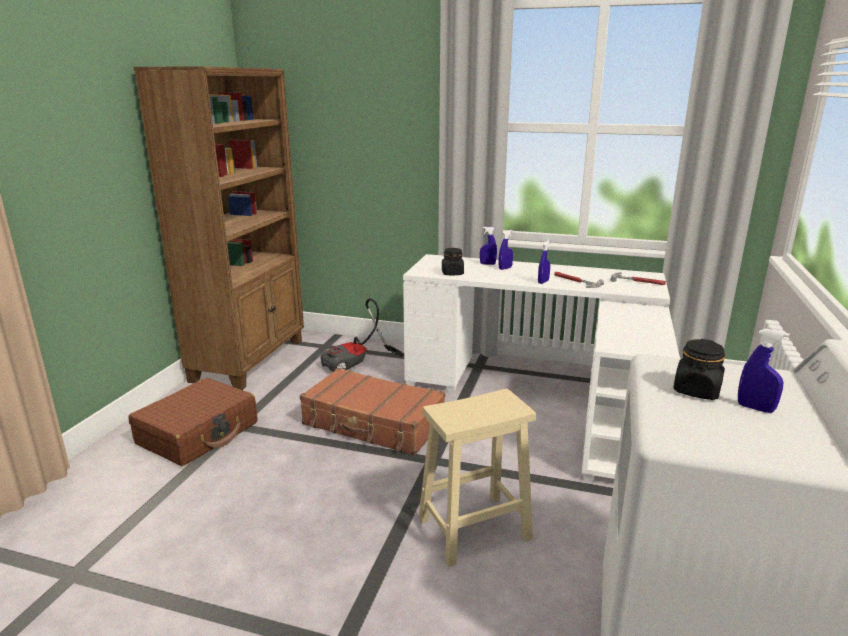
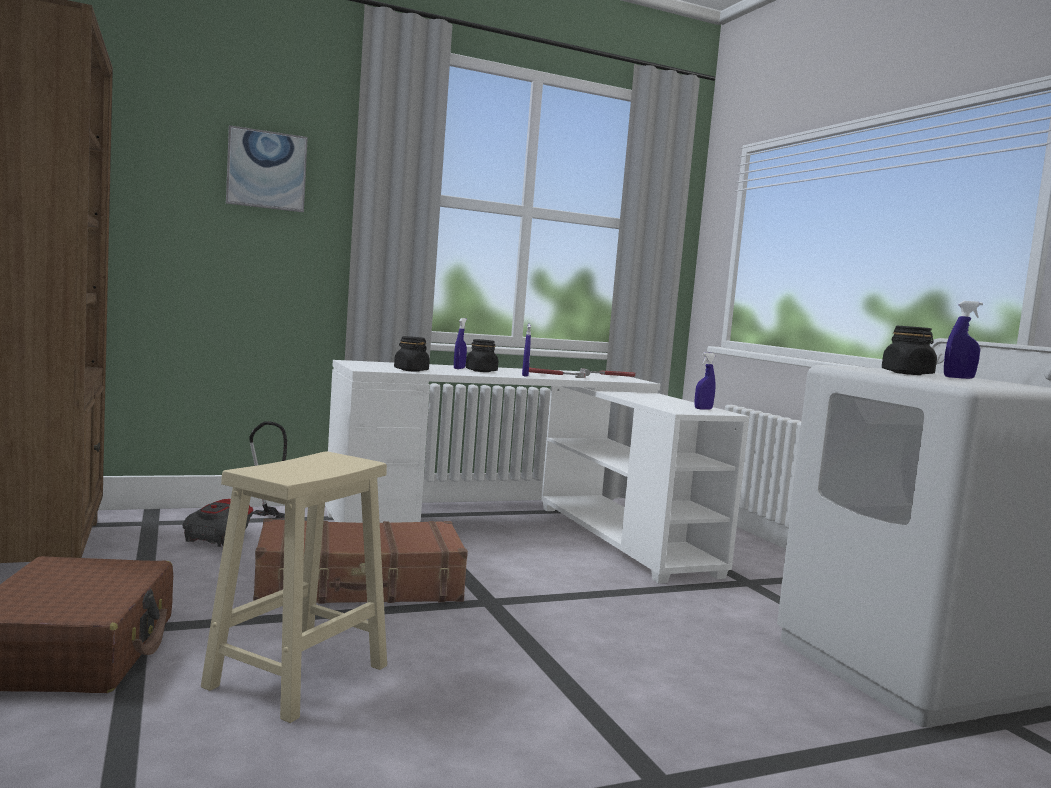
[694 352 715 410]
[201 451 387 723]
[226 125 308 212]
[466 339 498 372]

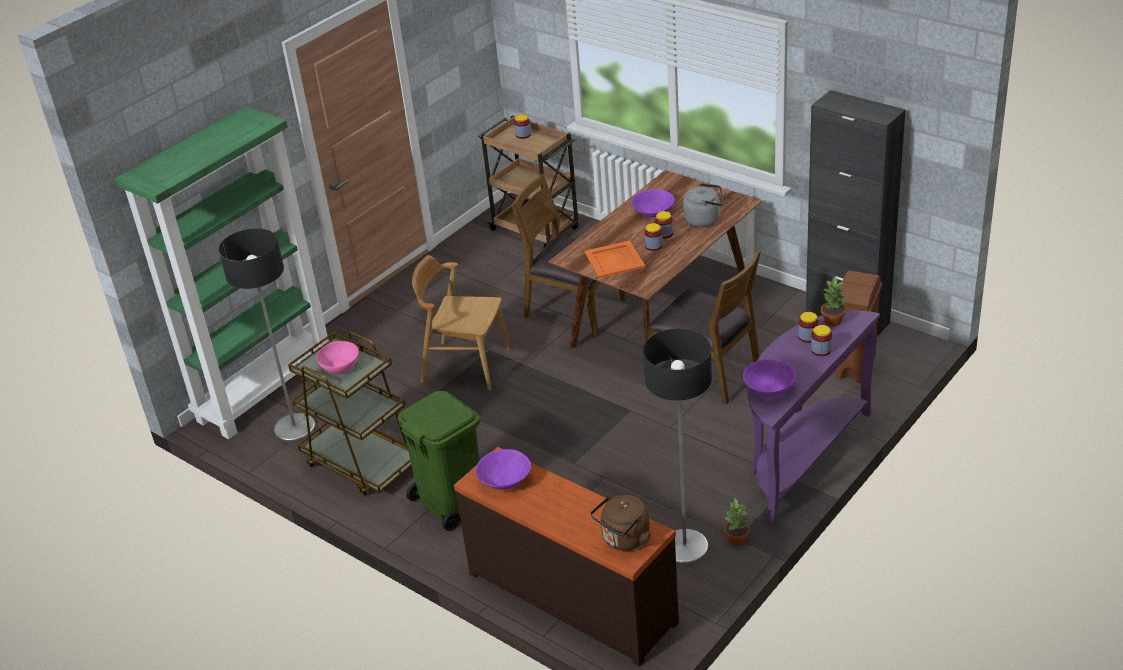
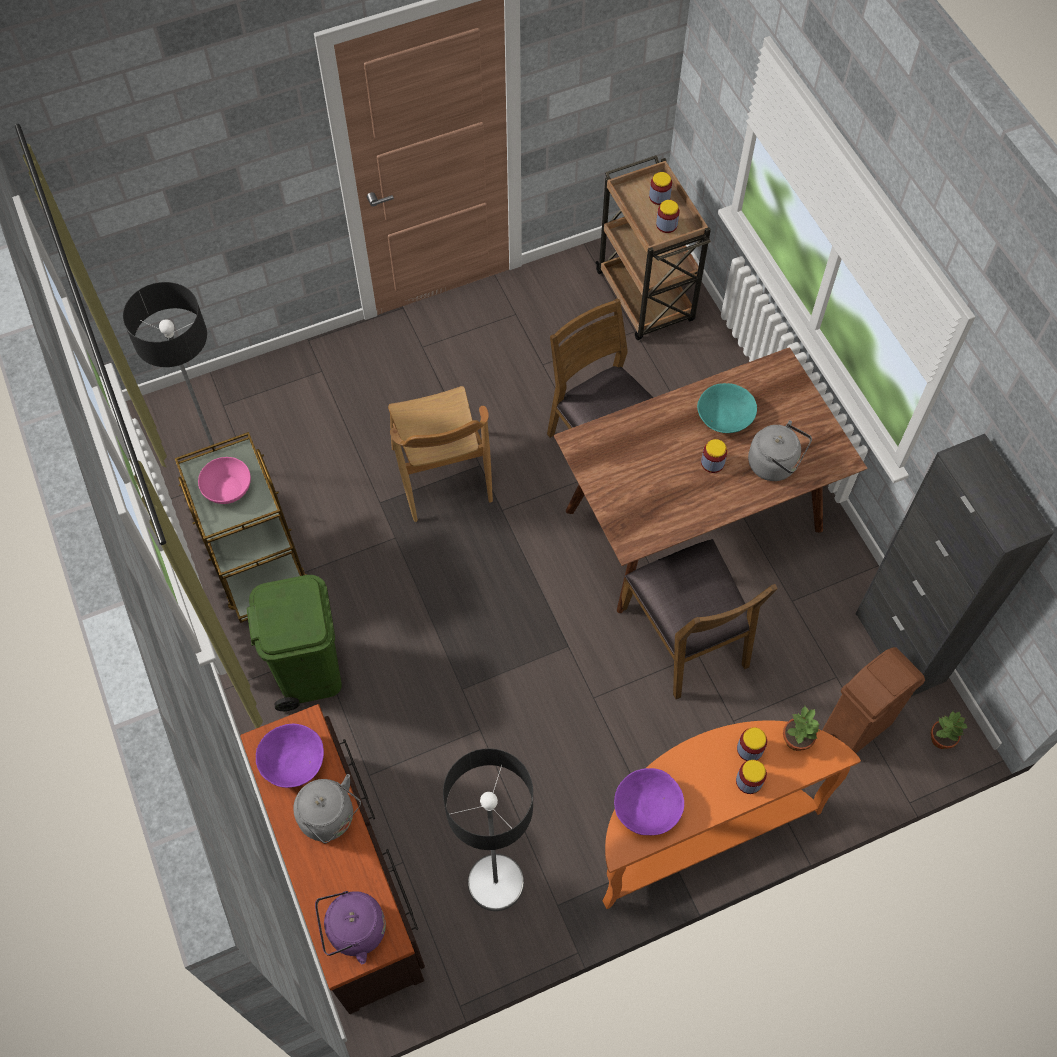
[114 106 329 439] (first image)
[697 383 757 433]
[656 200 680 233]
[585 241 645 278] (first image)
[388 386 493 522]
[602 720 861 909]
[315 891 386 964]
[931 711 968 749]
[293 774 361 843]

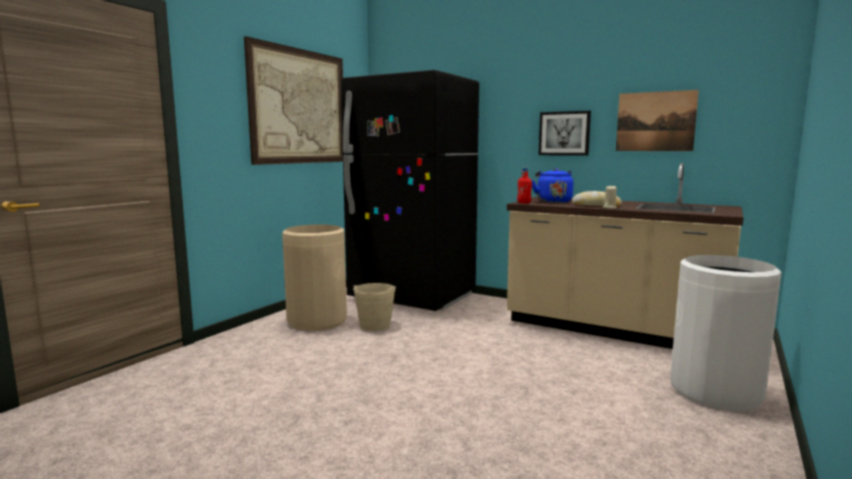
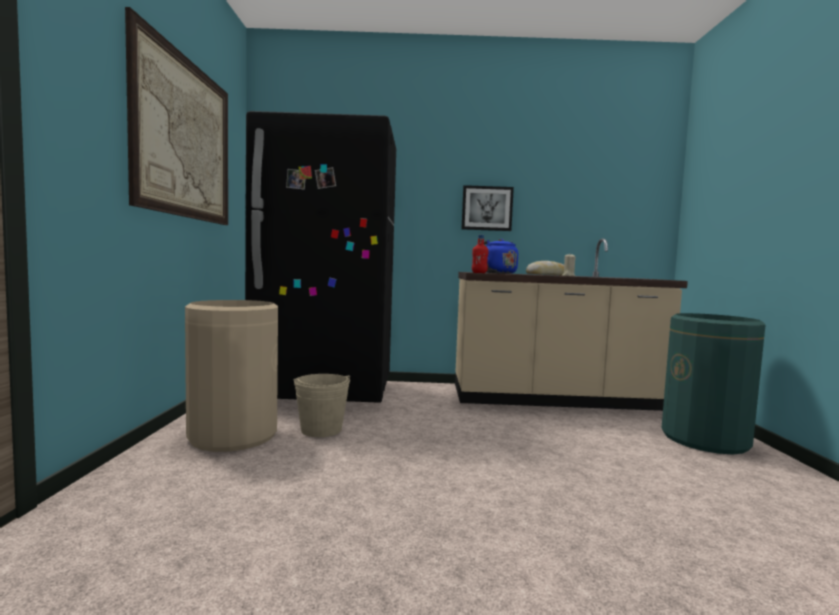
[616 90 699 151] (first image)
[661 313 765 454]

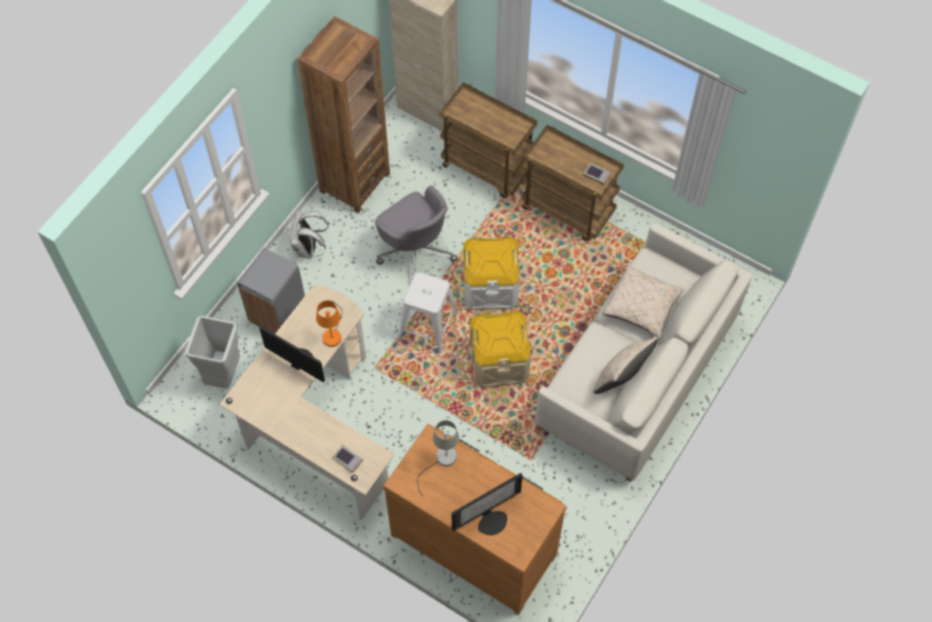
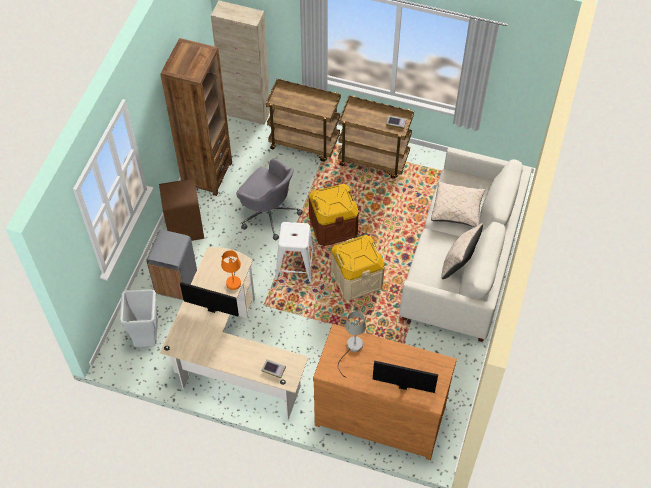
[159 178 204 241]
[309 184 359 246]
[373 361 438 393]

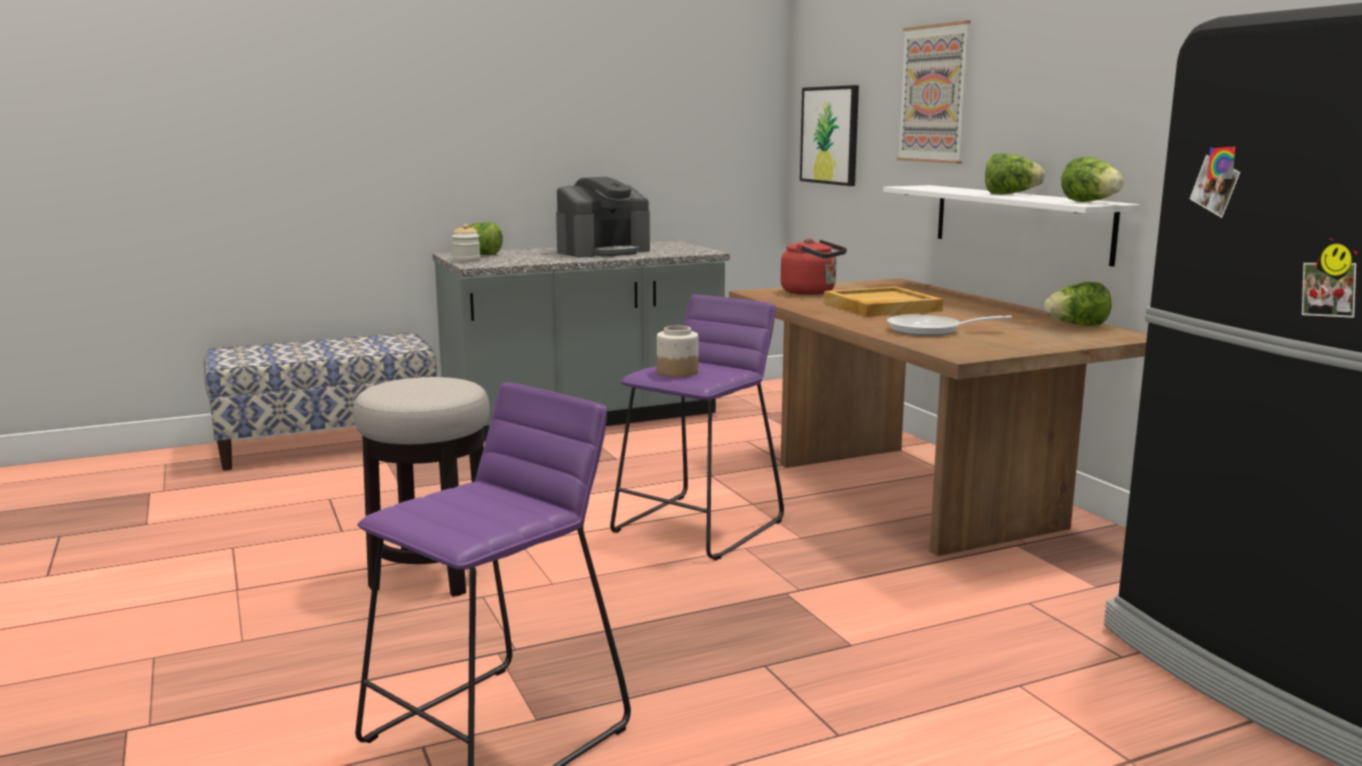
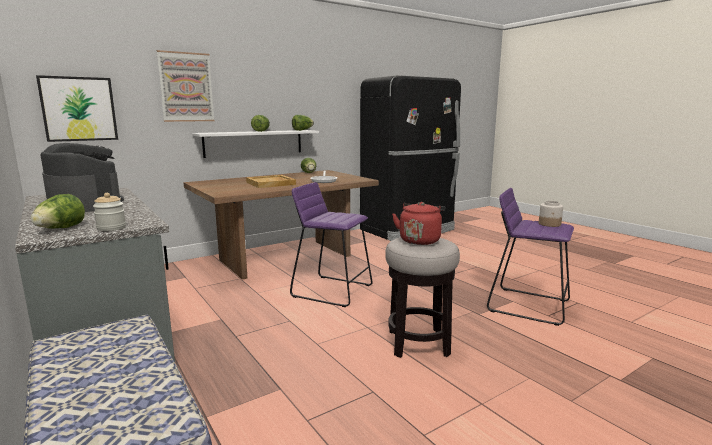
[392 202 445 245]
[539 201 563 227]

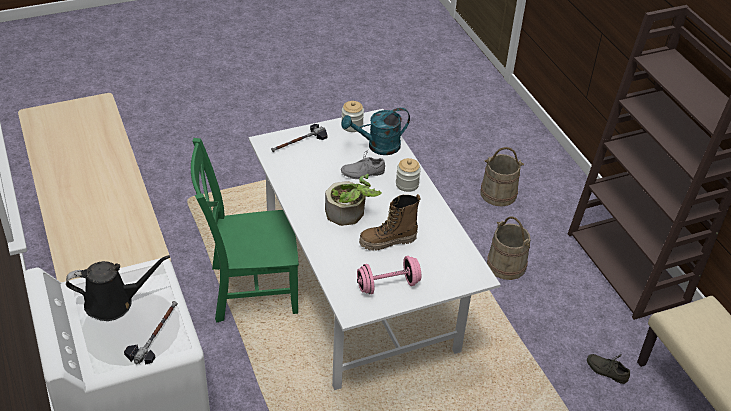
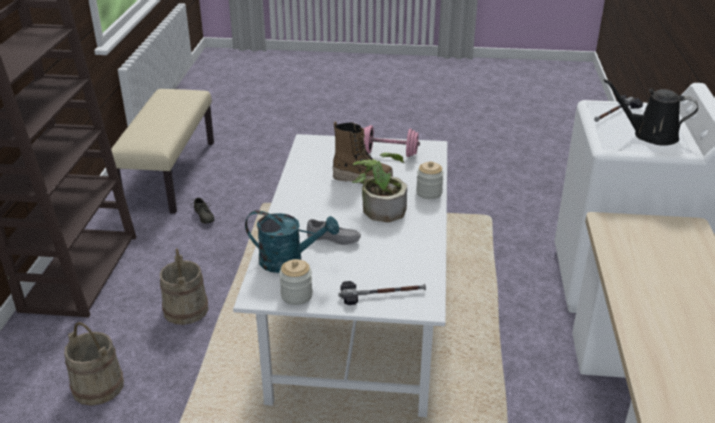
[191 138 299 323] (first image)
[416 161 444 199]

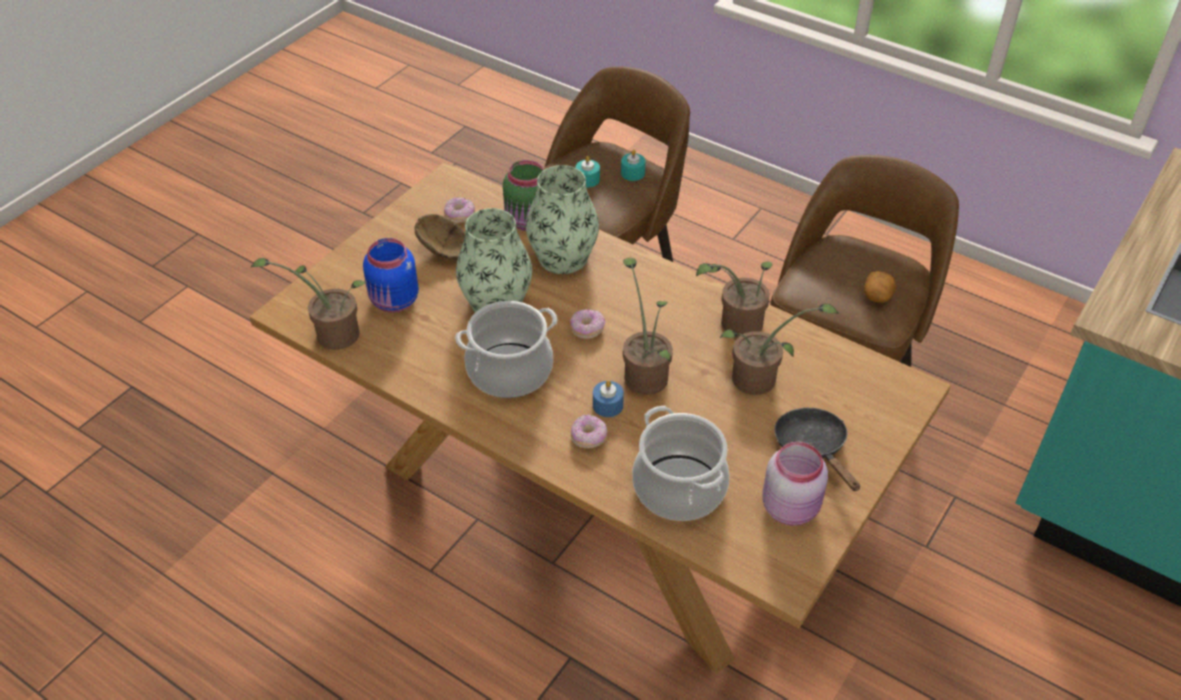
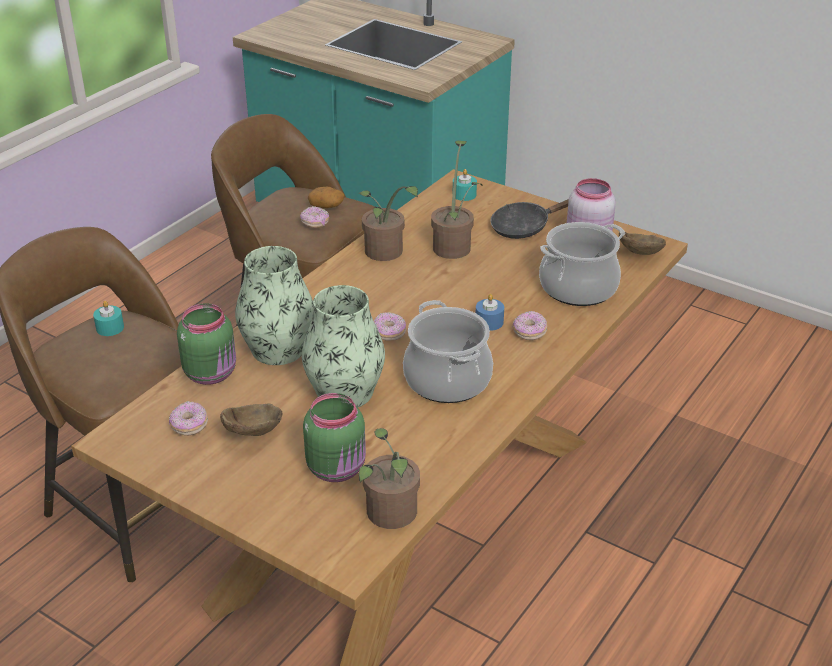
[453 169 477 201]
[303 393 366 482]
[623 258 673 395] (first image)
[300 206 329 228]
[619 232 666 255]

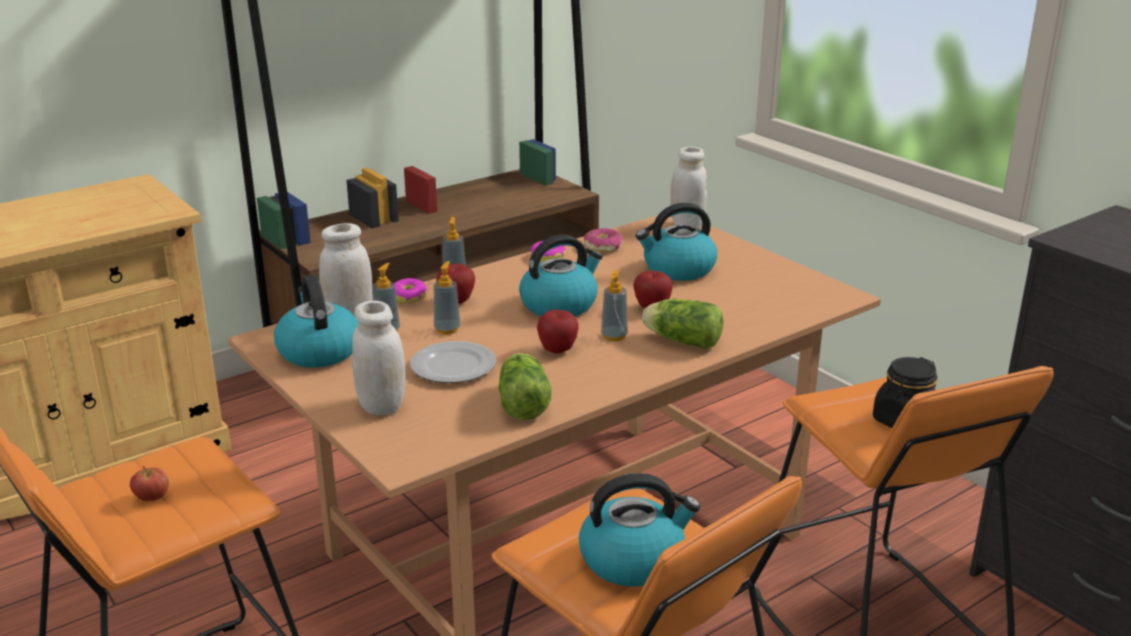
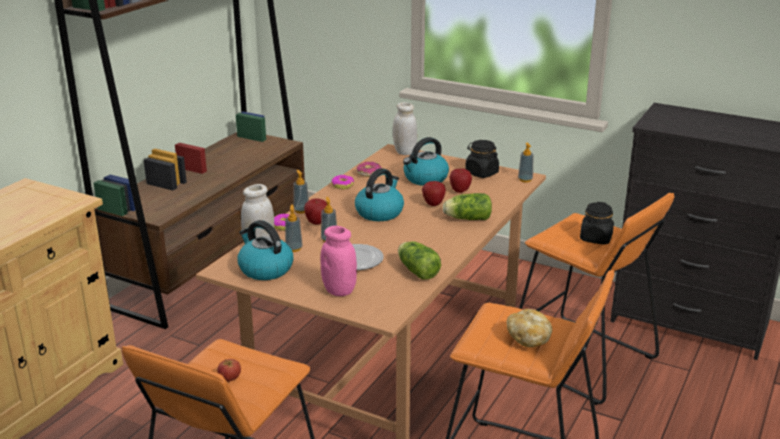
[518 143 533 182]
[320 226 357 296]
[450 168 472 193]
[506 309 552 347]
[465 140 499 178]

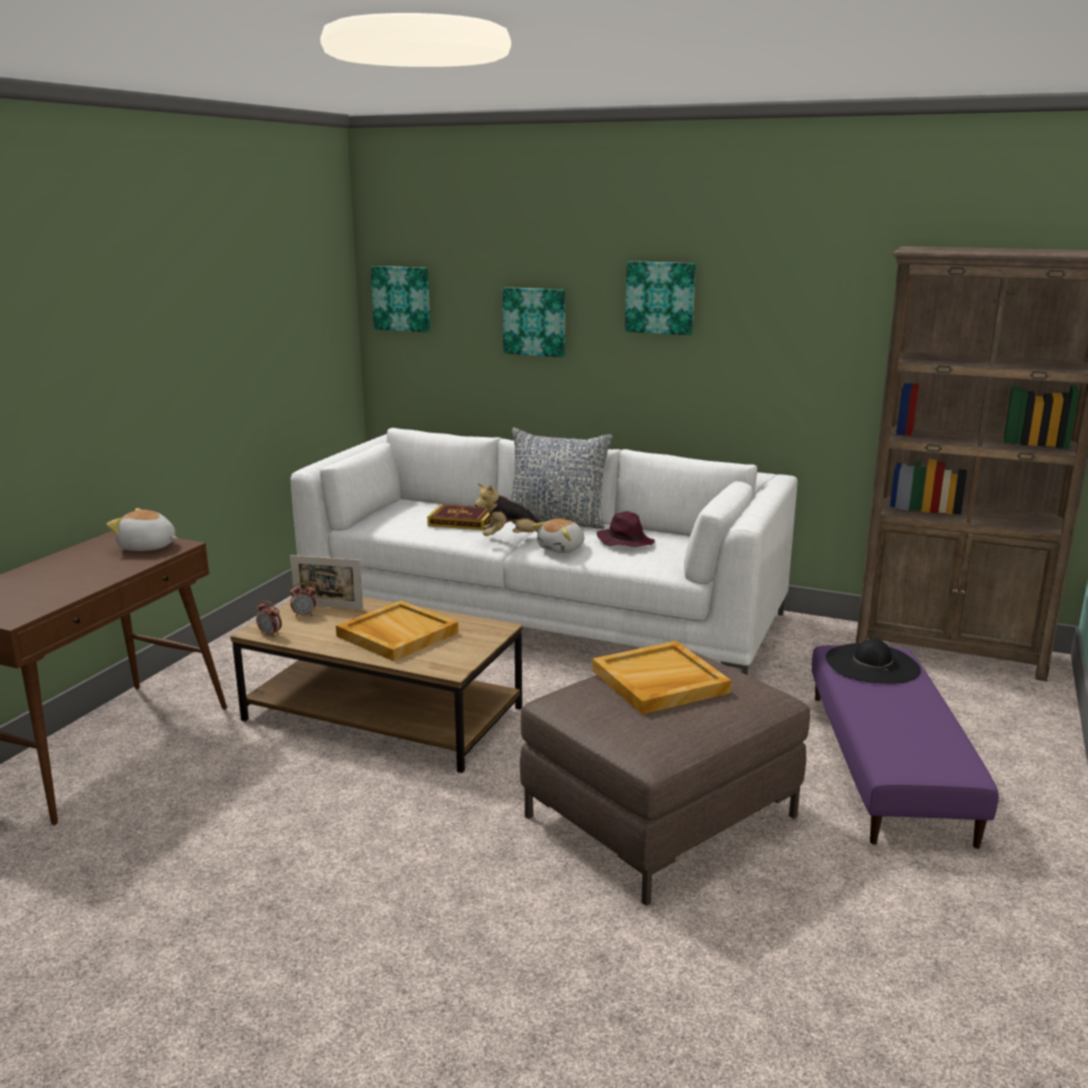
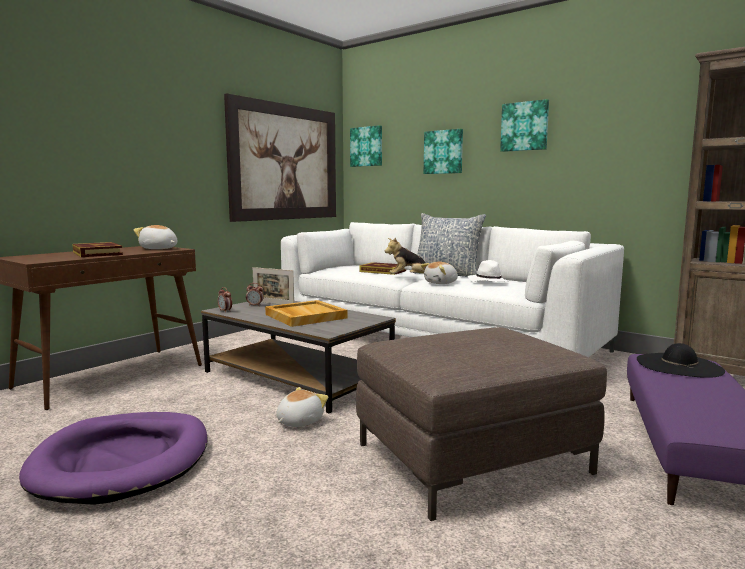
[468 260 509 282]
[201 301 396 413]
[592 641 731 714] (first image)
[224 93 336 222]
[72 242 123 257]
[276 387 328 427]
[19 412 208 505]

